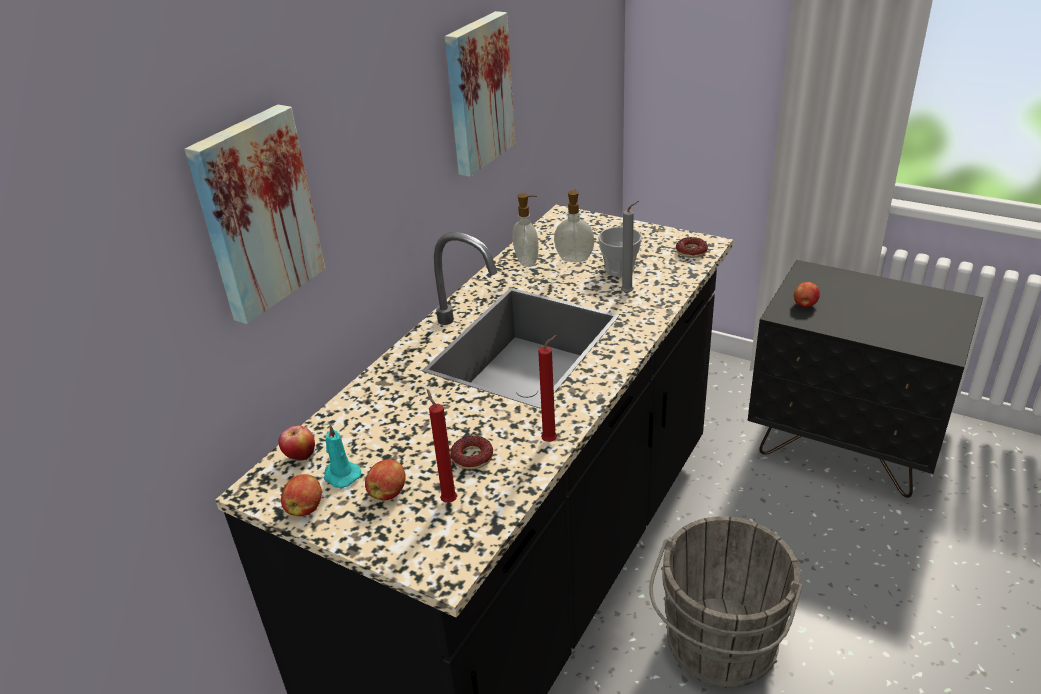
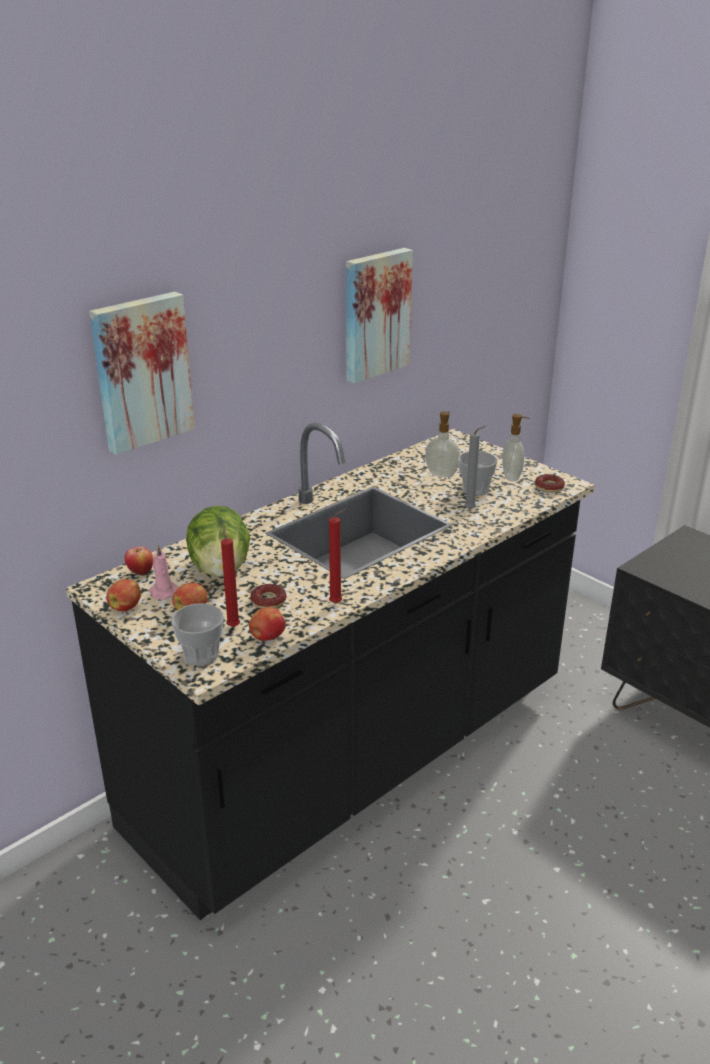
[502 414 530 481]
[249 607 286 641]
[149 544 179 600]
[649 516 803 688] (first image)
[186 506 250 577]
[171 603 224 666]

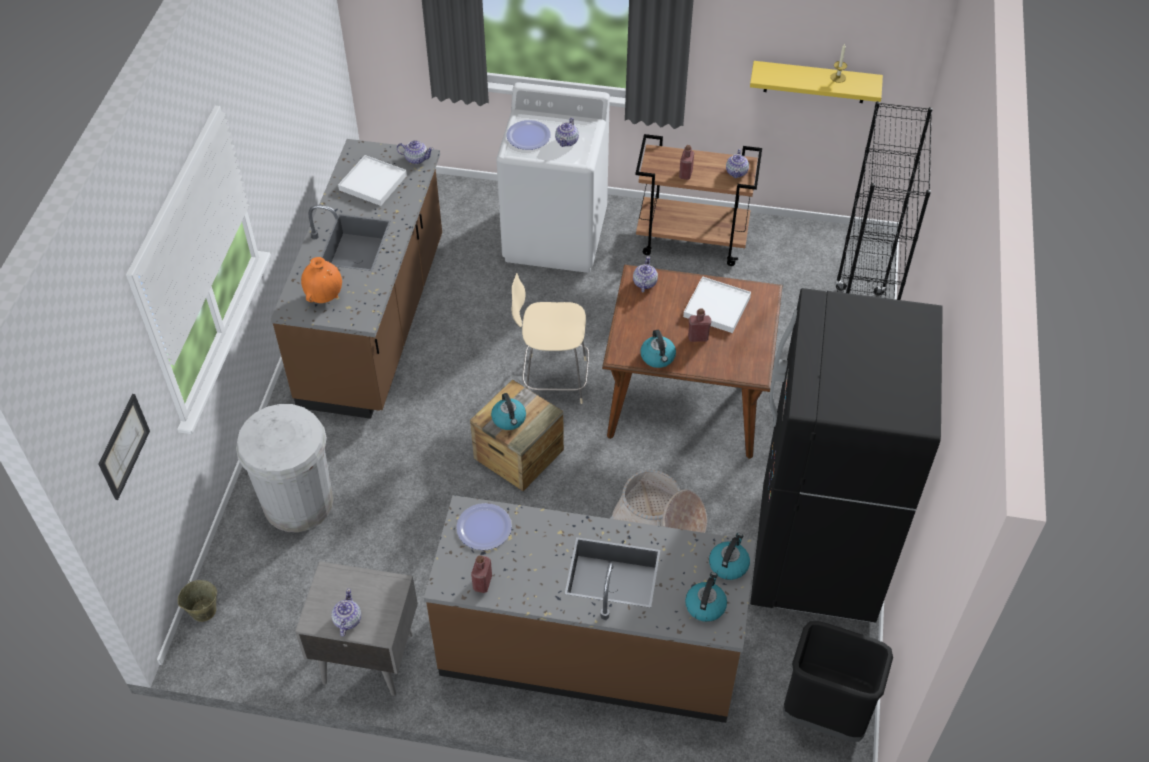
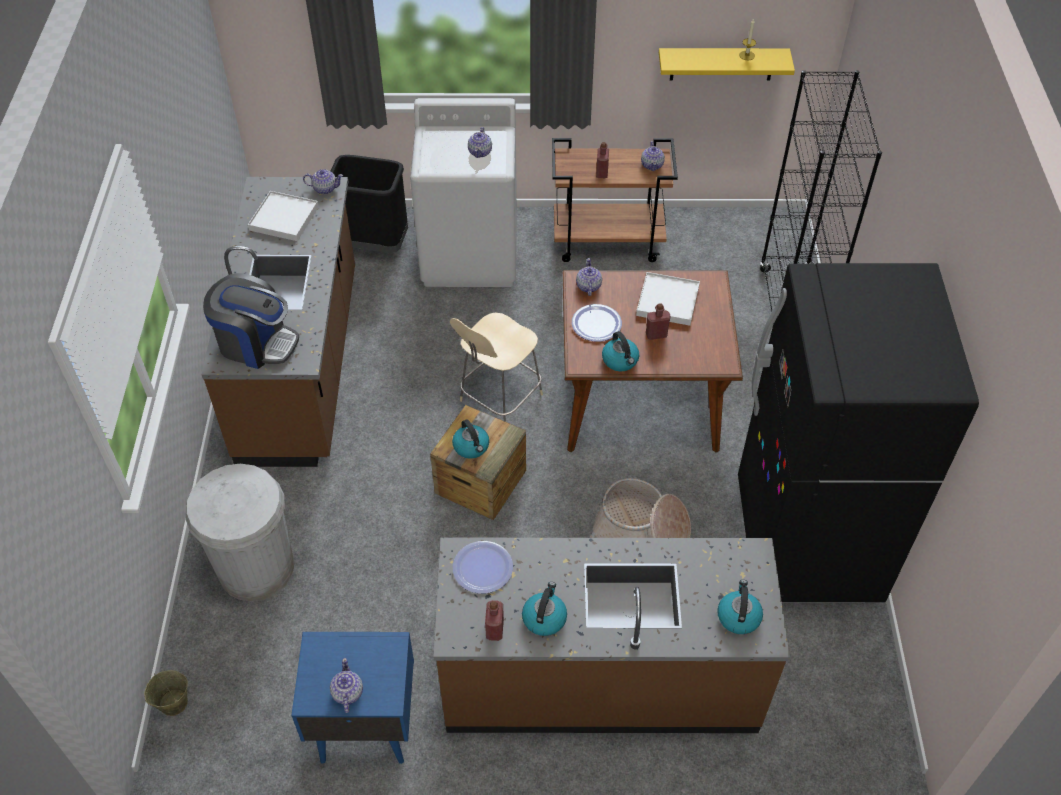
[572 304 622 342]
[203 273 299 369]
[450 312 543 422]
[99 394 150 500] (first image)
[522 582 567 636]
[291 632 414 764]
[331 155 408 253]

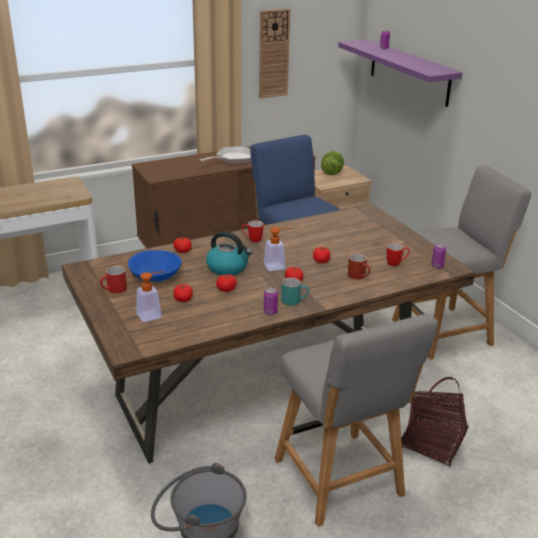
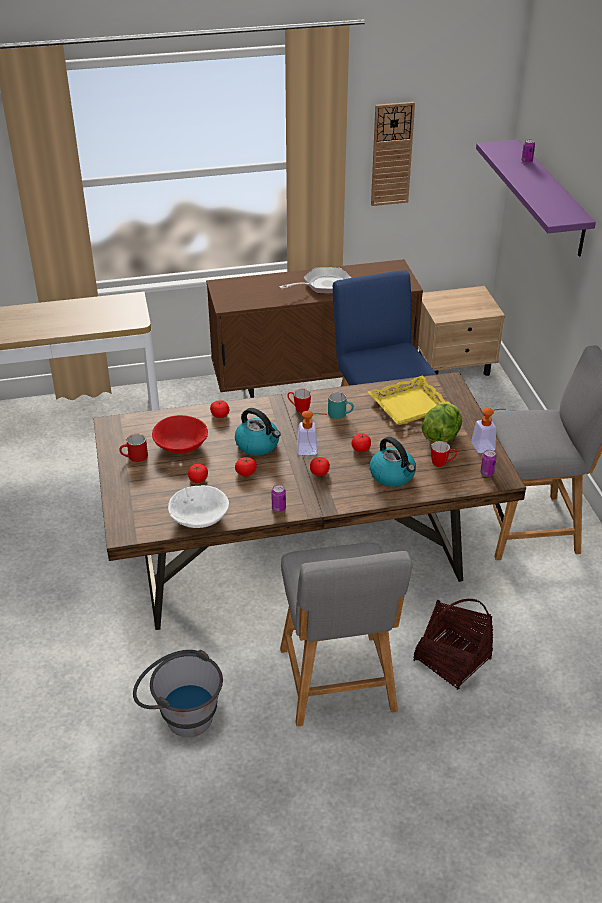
[421 403 462 443]
[152 415 208 454]
[370 437 416 487]
[471 408 506 453]
[328 392 354 419]
[368 376 451 425]
[168 485 229 528]

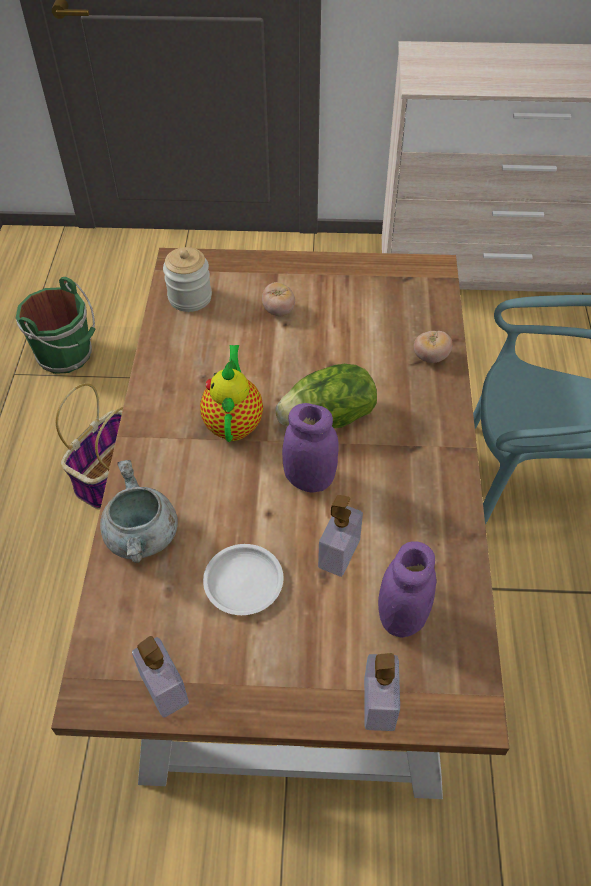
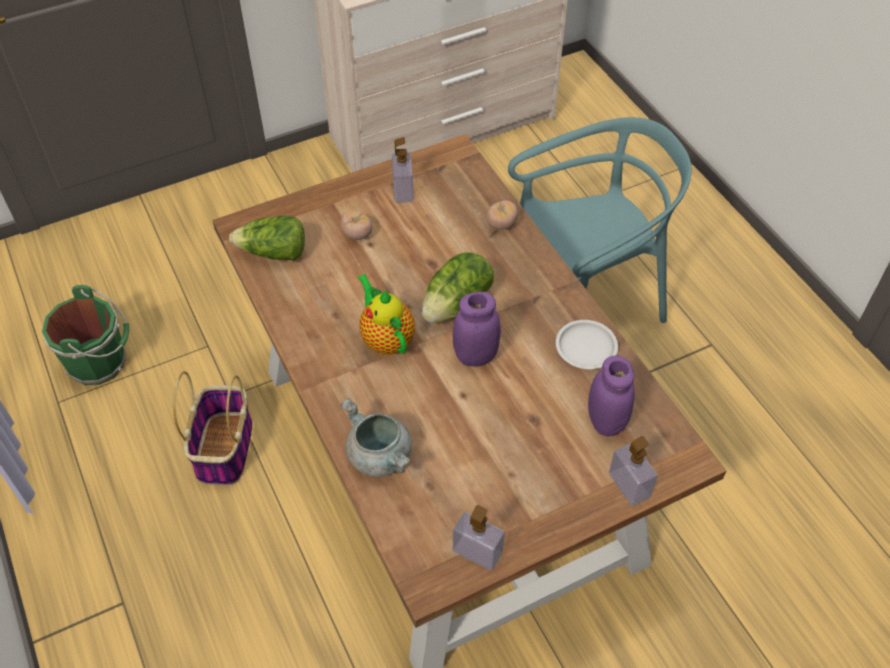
[229 216 305 260]
[392 137 414 203]
[556 320 618 369]

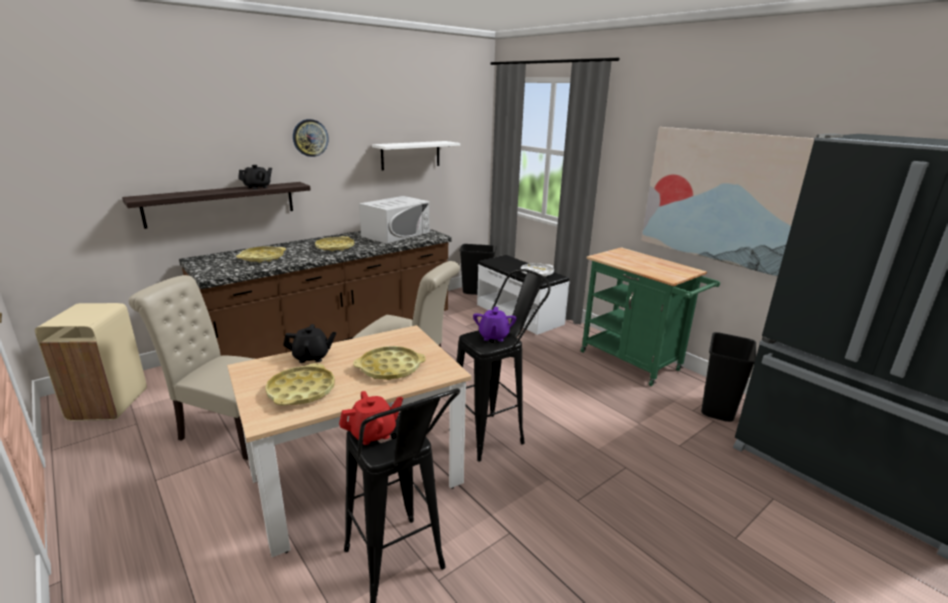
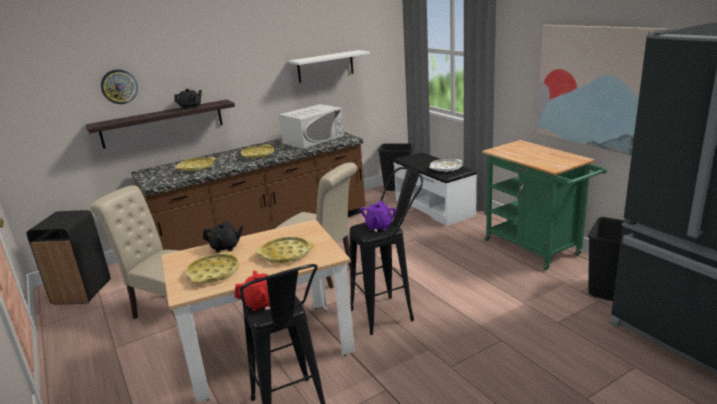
[101 69 138 104]
[26 210 111 305]

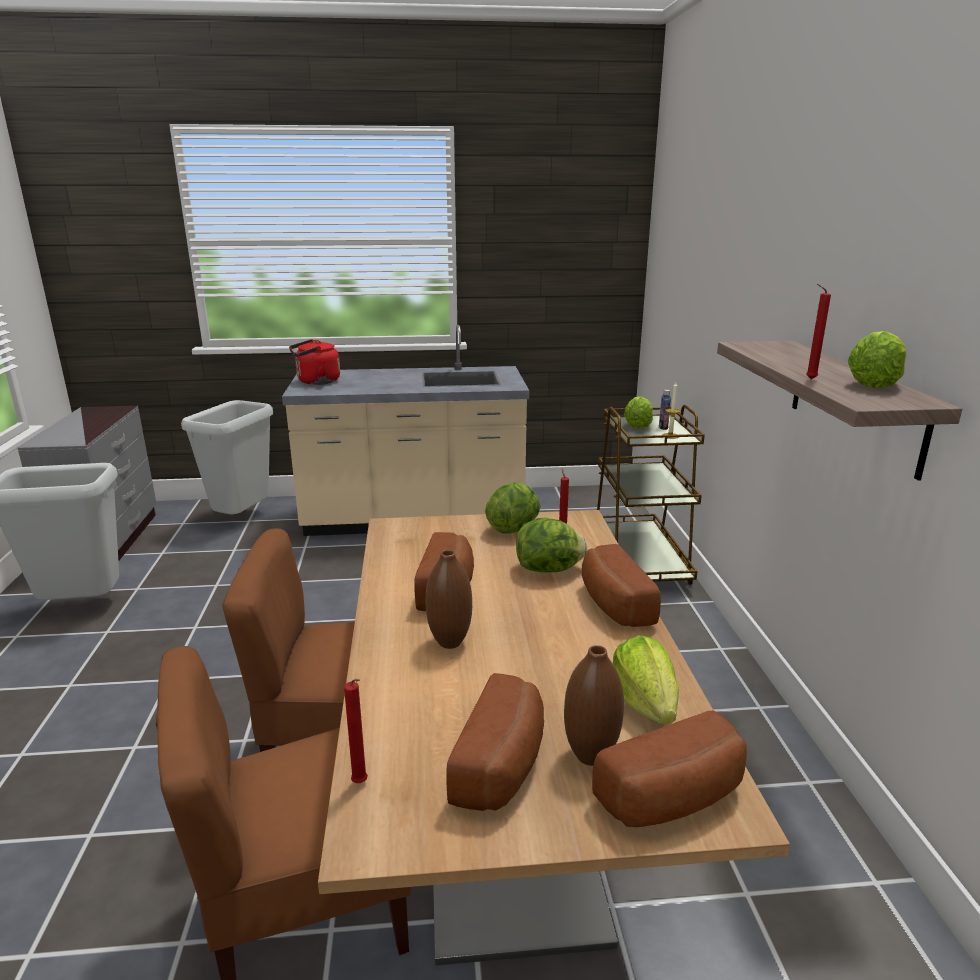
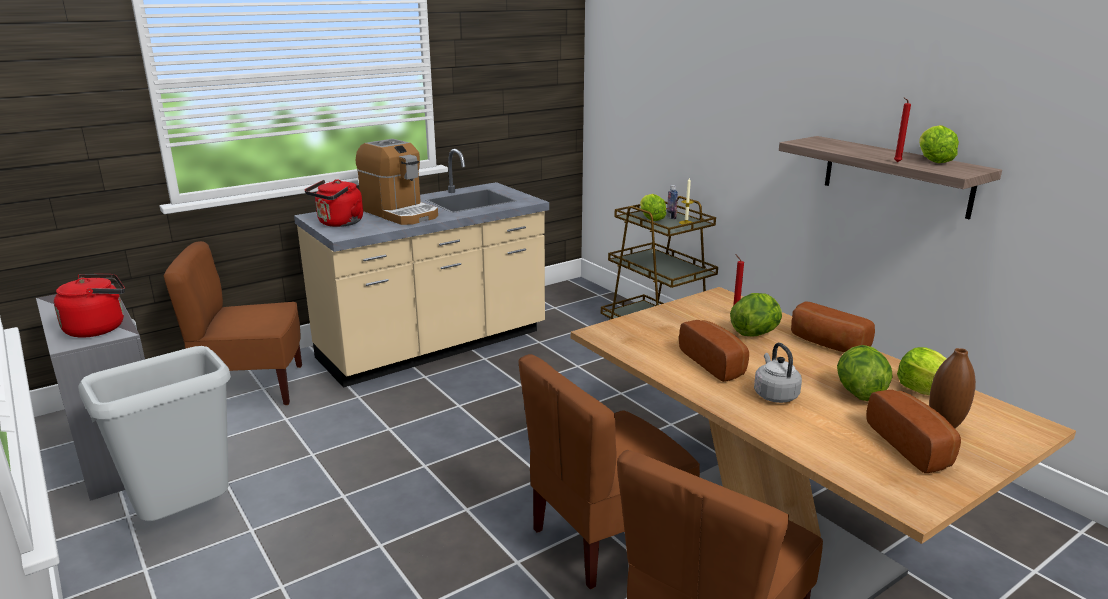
[163 241 302 405]
[837 345 892 401]
[754 343 802 403]
[344 679 368 783] (first image)
[592 710 747 827] (first image)
[356 139 438 225]
[54 274 125 338]

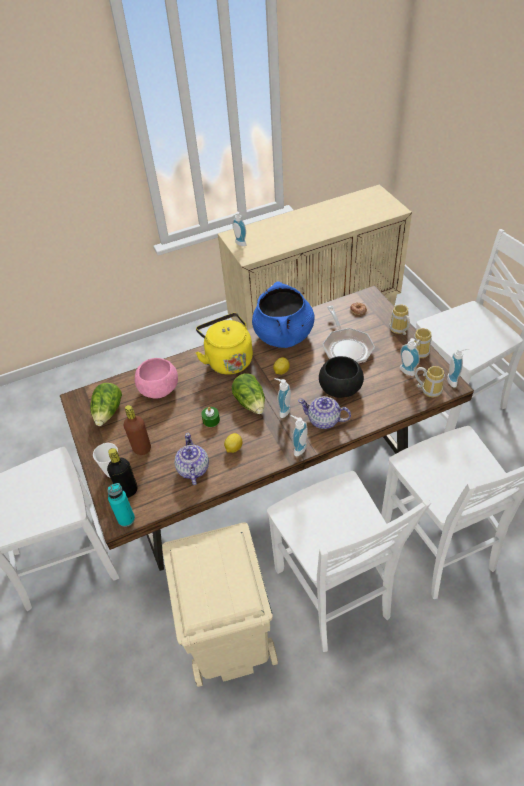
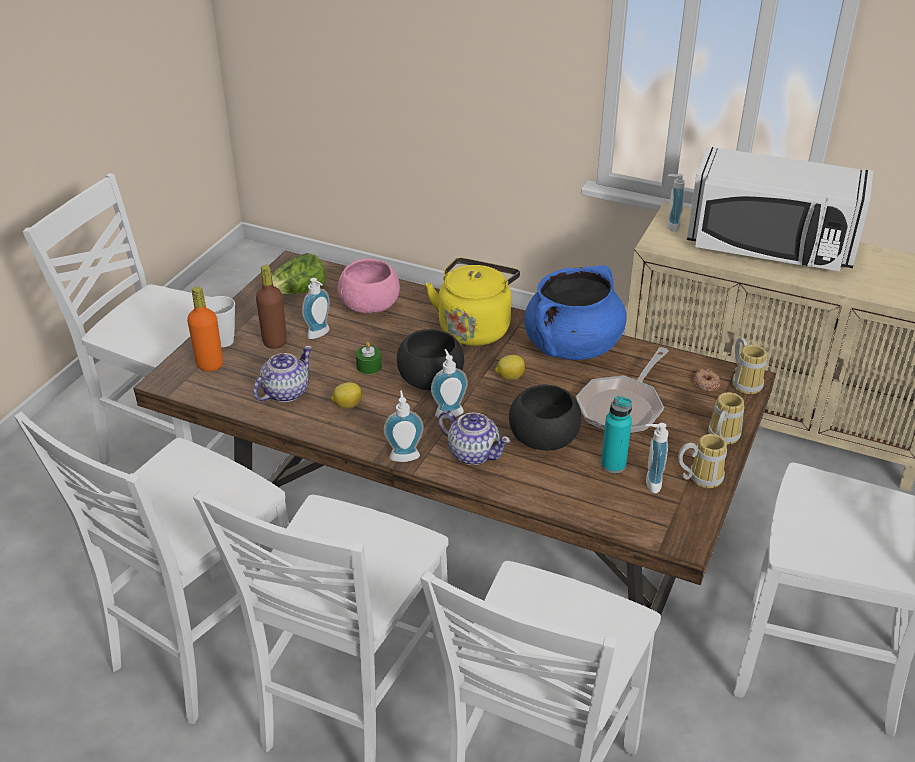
[302 278 330 339]
[732 338 767 394]
[397 329 464 390]
[438 410 510 465]
[187 287 223 372]
[601 396 632 473]
[14 411 289 724]
[687 146 873 271]

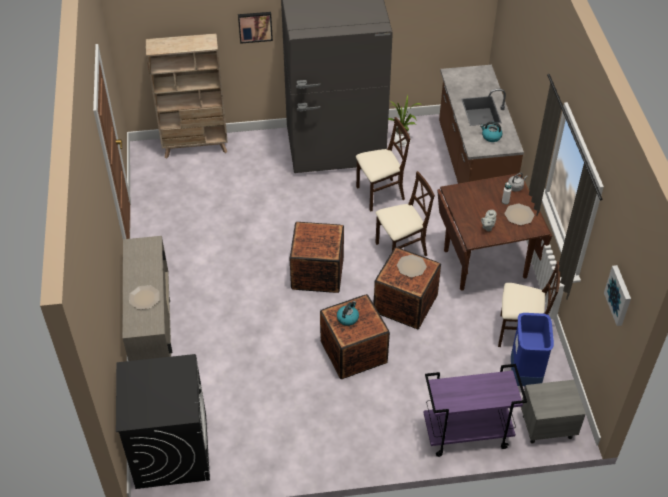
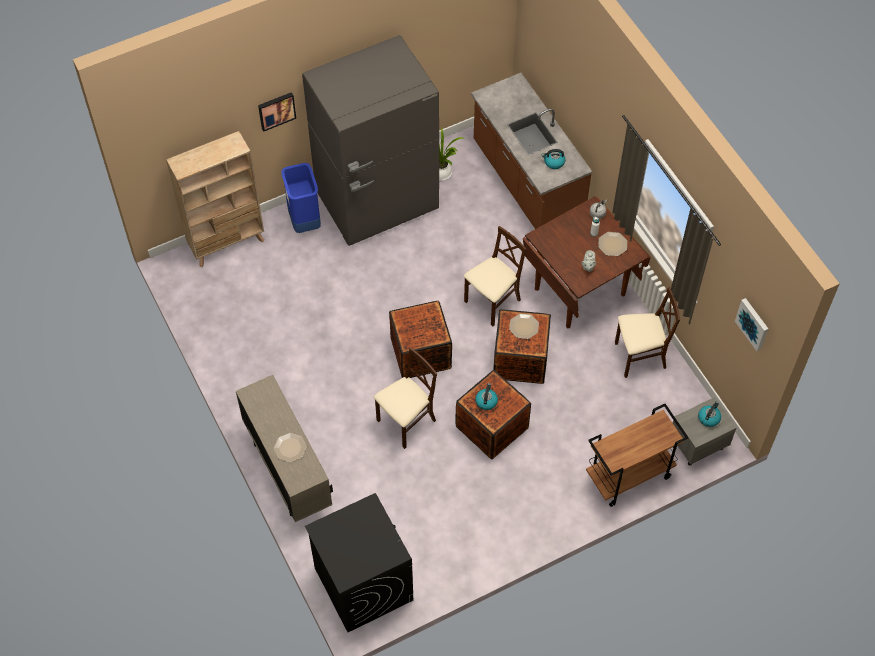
[373 347 437 449]
[281 163 321 233]
[586 404 689 507]
[698 401 721 427]

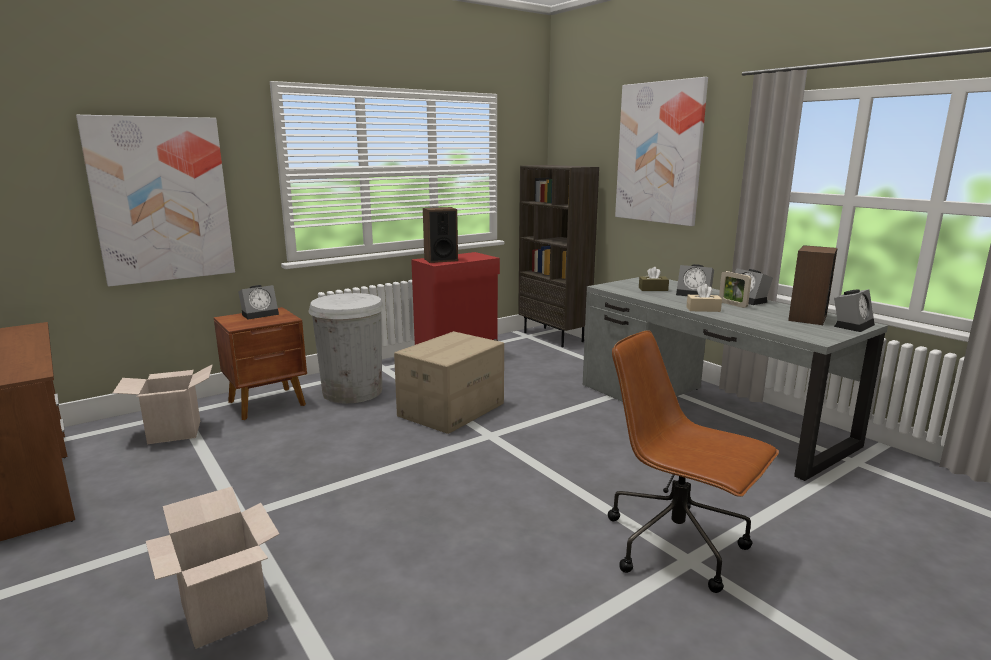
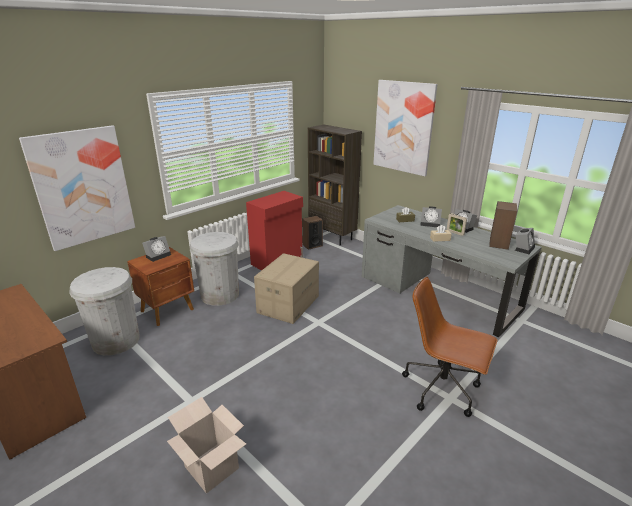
[302 216 323 250]
[69 267 139 356]

